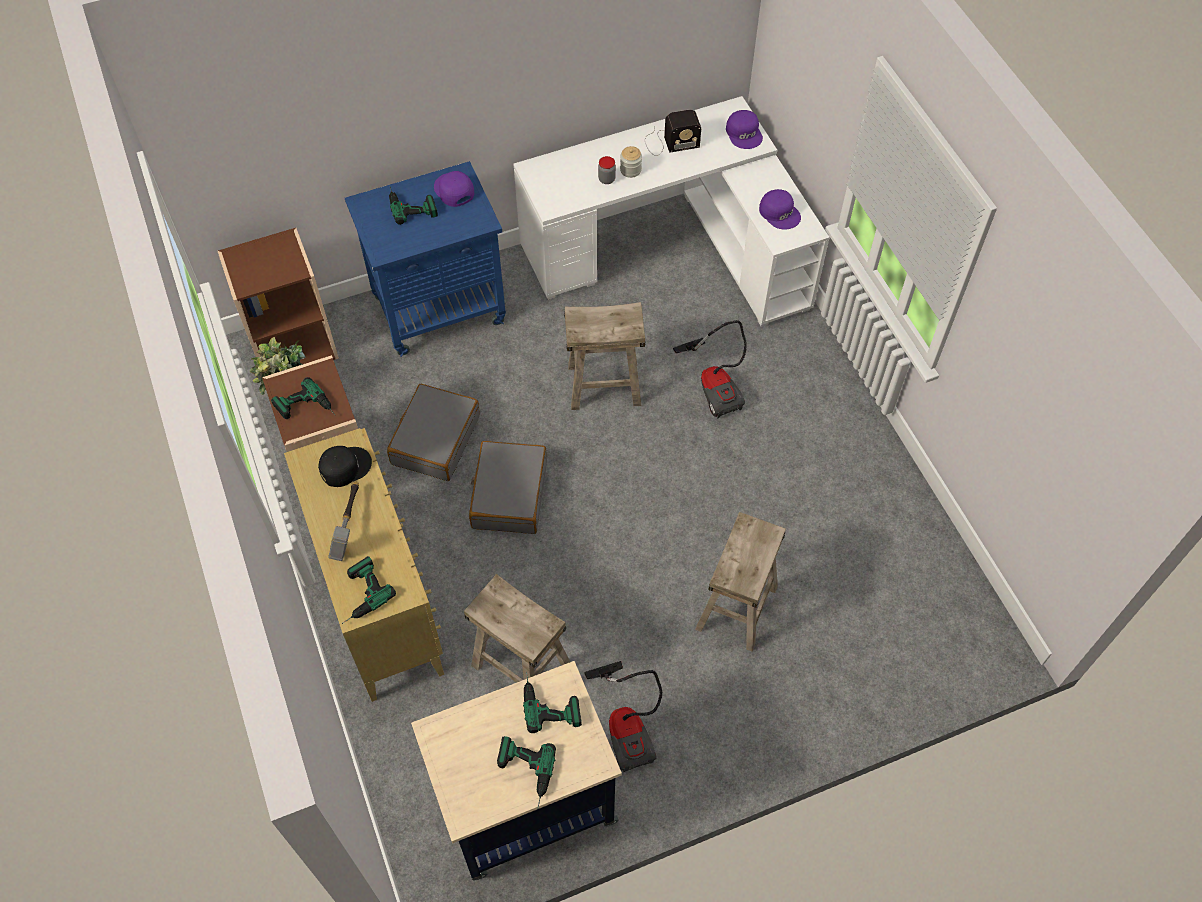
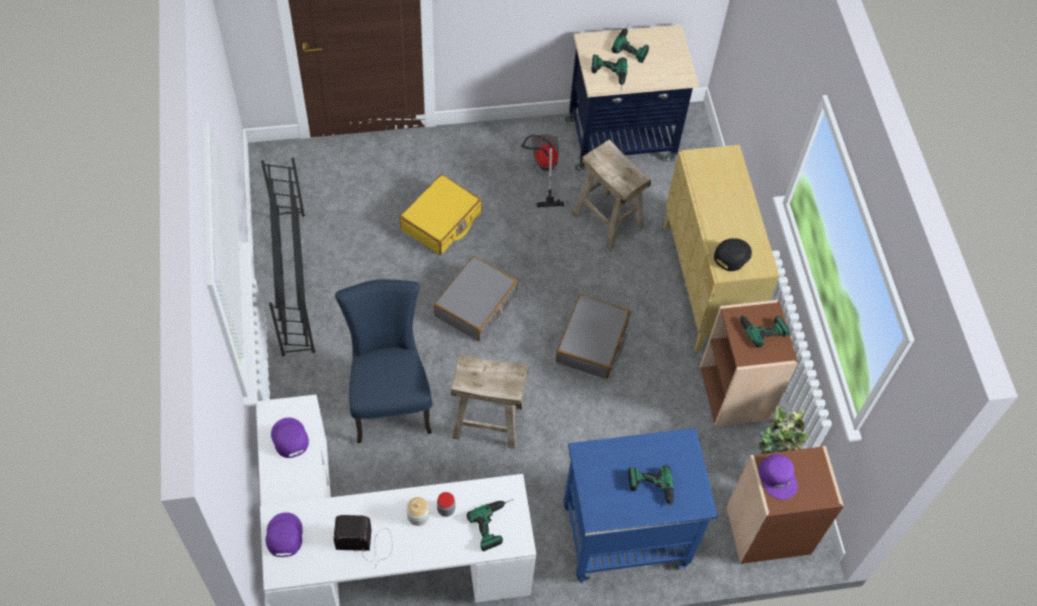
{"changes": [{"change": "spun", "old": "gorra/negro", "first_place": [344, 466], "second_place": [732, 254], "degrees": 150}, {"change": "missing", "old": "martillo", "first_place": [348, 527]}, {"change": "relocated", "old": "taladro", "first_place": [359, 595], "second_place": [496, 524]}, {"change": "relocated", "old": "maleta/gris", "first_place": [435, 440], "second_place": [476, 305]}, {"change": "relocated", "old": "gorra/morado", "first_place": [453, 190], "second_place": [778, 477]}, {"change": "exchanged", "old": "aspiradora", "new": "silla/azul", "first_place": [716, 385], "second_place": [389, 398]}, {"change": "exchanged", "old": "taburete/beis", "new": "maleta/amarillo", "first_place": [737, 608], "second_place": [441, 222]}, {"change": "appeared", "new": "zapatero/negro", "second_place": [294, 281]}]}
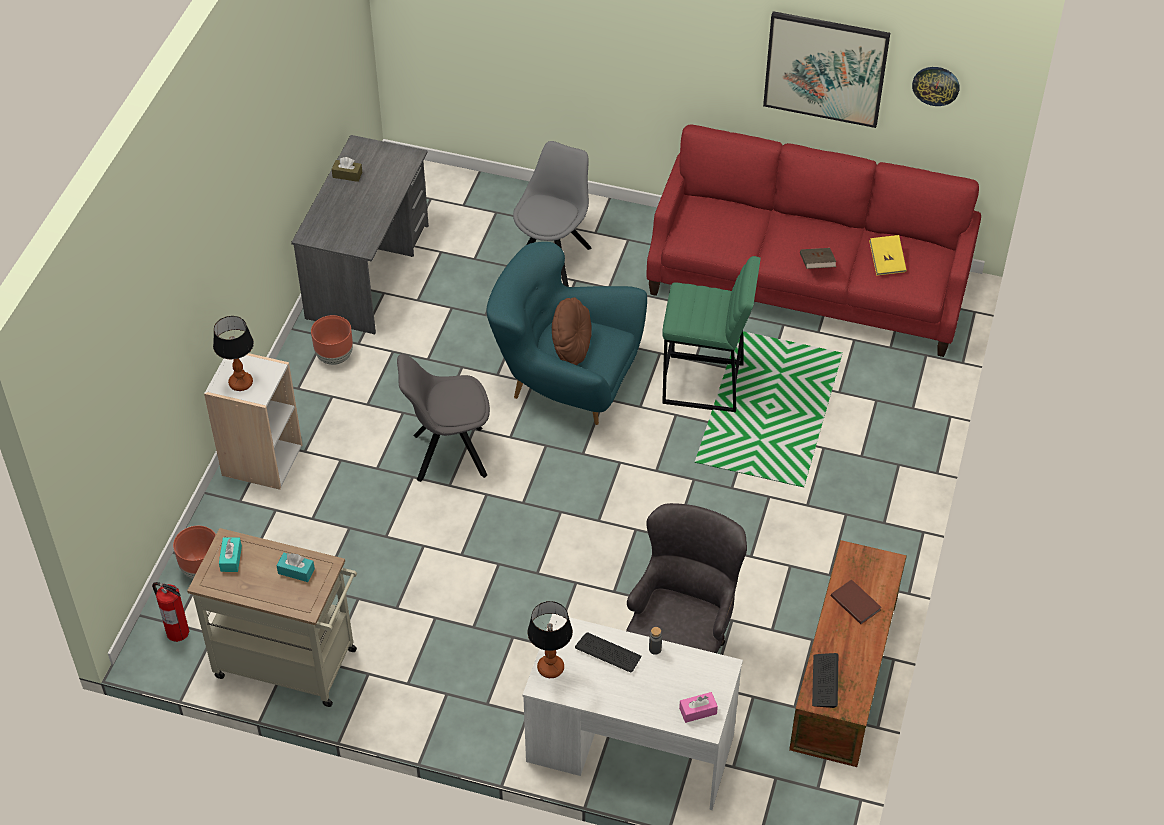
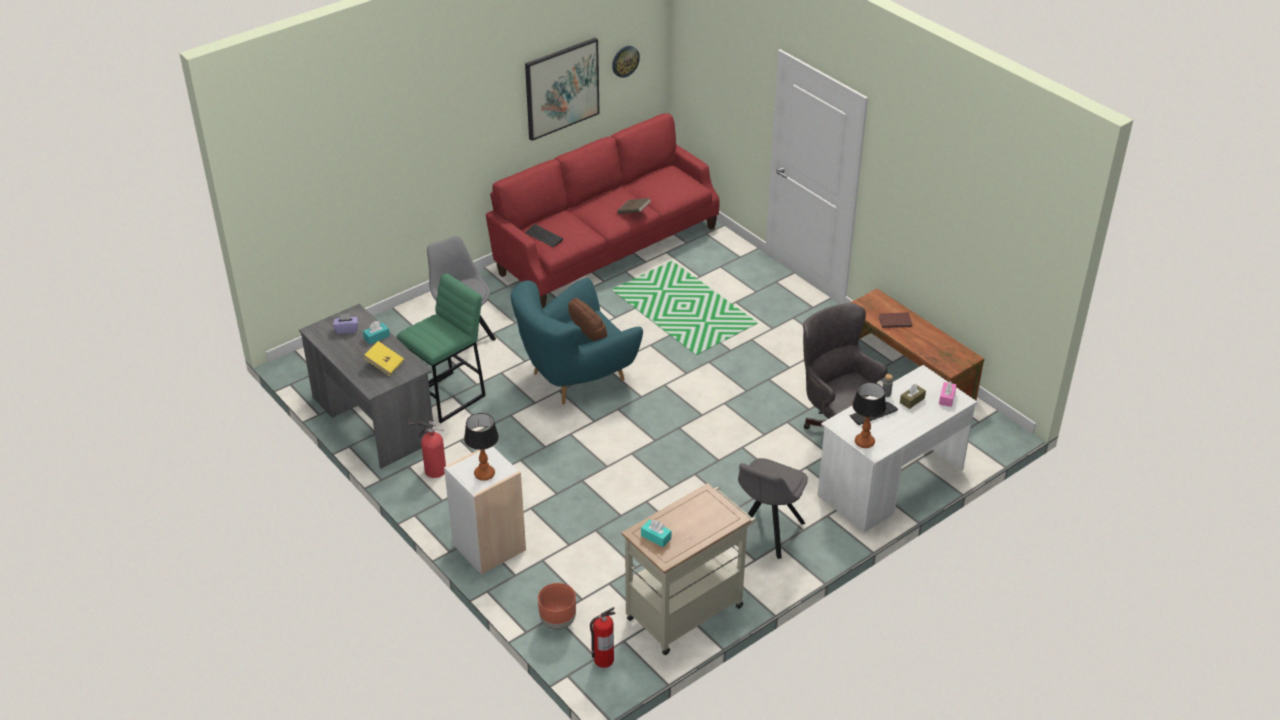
{"changes": [{"change": "relocated", "old": "caja de pañuelos/turquesa", "first_place": [296, 571], "second_place": [377, 337]}, {"change": "exchanged", "old": "maceta/marrón", "new": "extintor", "first_place": [334, 356], "second_place": [433, 470]}, {"change": "relocated", "old": "caja de pañuelos/marrón", "first_place": [347, 175], "second_place": [912, 400]}, {"change": "relocated", "old": "silla/gris", "first_place": [449, 455], "second_place": [767, 531]}, {"change": "relocated", "old": "taburete/verde", "first_place": [705, 384], "second_place": [447, 396]}, {"change": "relocated", "old": "teclado", "first_place": [825, 681], "second_place": [544, 236]}, {"change": "relocated", "old": "libro/amarillo", "first_place": [886, 262], "second_place": [384, 365]}, {"change": "appeared", "new": "caja de pañuelos/morado", "second_place": [346, 329]}]}
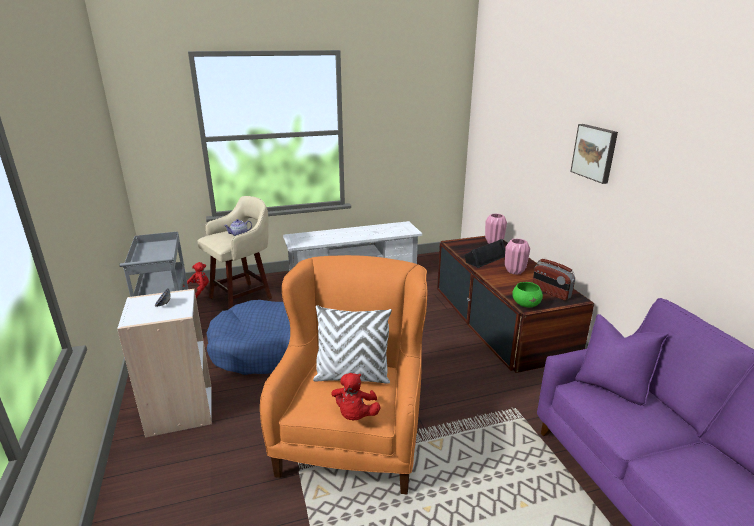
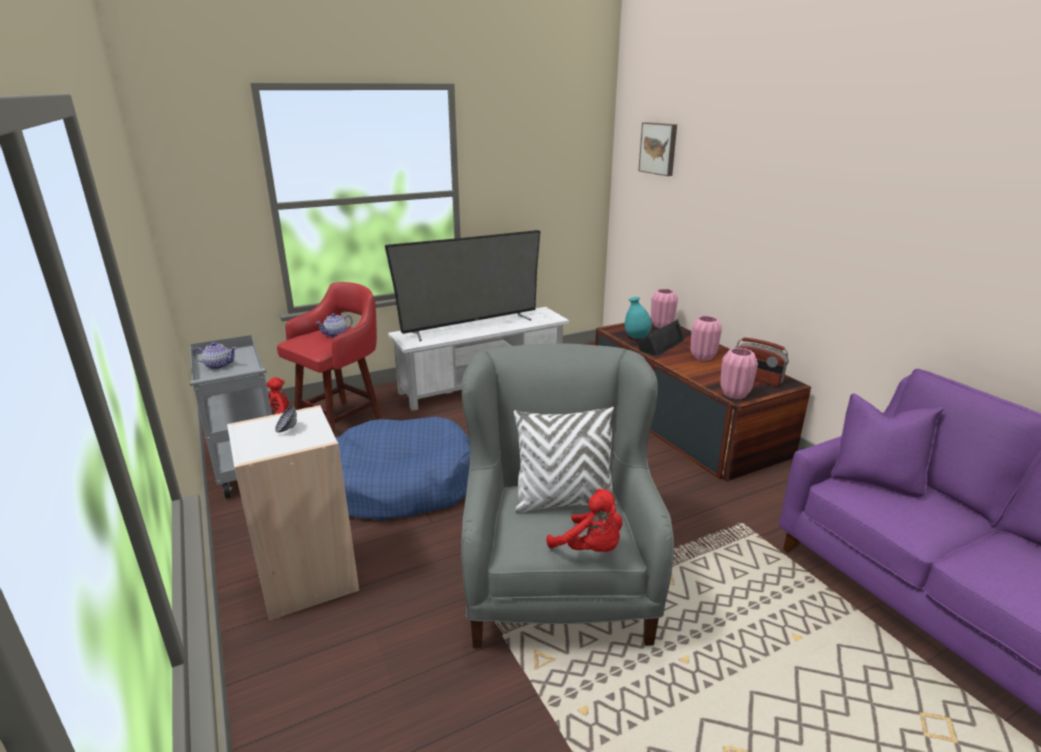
{"changes": [{"change": "colour", "old": "taburete/beis", "new": "taburete/rojo", "first_place": [243, 297], "second_place": [342, 420]}, {"change": "colour", "old": "sillón/naranja", "new": "sillón/gris", "first_place": [354, 433], "second_place": [556, 578]}, {"change": "spun", "old": "peluche/rojo", "first_place": [355, 415], "second_place": [590, 549], "degrees": -45}, {"change": "exchanged", "old": "cuenco/verde", "new": "florero/rosa", "first_place": [526, 304], "second_place": [734, 394]}, {"change": "relocated", "old": "cuadro", "first_place": [595, 152], "second_place": [659, 148]}, {"change": "appeared", "new": "tetera", "second_place": [218, 366]}, {"change": "appeared", "new": "televisor", "second_place": [471, 326]}, {"change": "appeared", "new": "florero/turquesa", "second_place": [636, 337]}]}
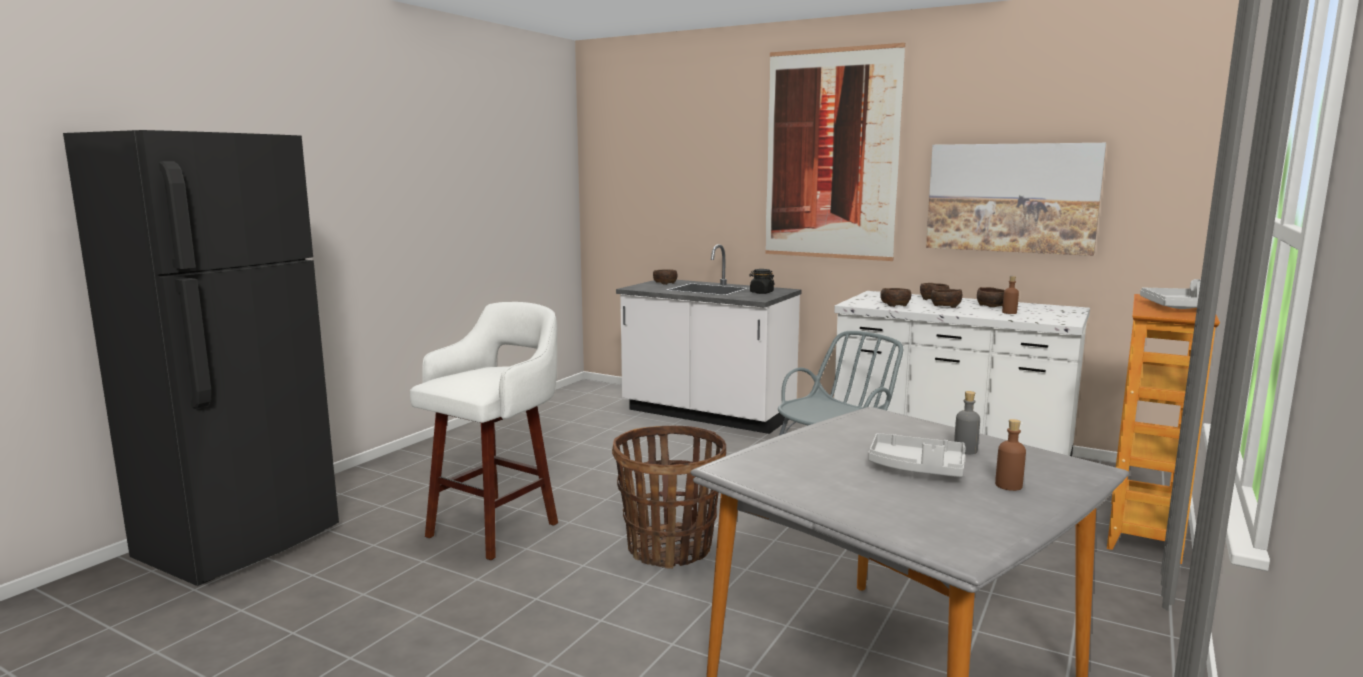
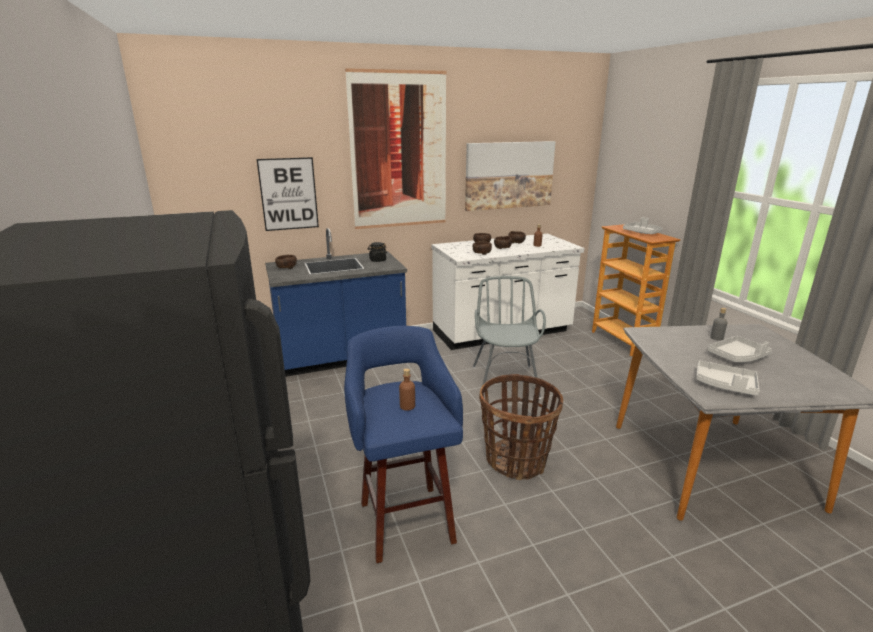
{"changes": [{"change": "colour", "old": "taburete/blanco", "new": "taburete/azul", "first_place": [497, 528], "second_place": [406, 518]}, {"change": "colour", "old": "mueble bajo de cocina/blanco", "new": "mueble bajo de cocina/azul", "first_place": [707, 414], "second_place": [342, 358]}, {"change": "relocated", "old": "botella/marrón", "first_place": [1008, 485], "second_place": [407, 406]}, {"change": "appeared", "new": "cuadro", "second_place": [288, 194]}, {"change": "appeared", "new": "bandeja/gris", "second_place": [725, 385]}]}
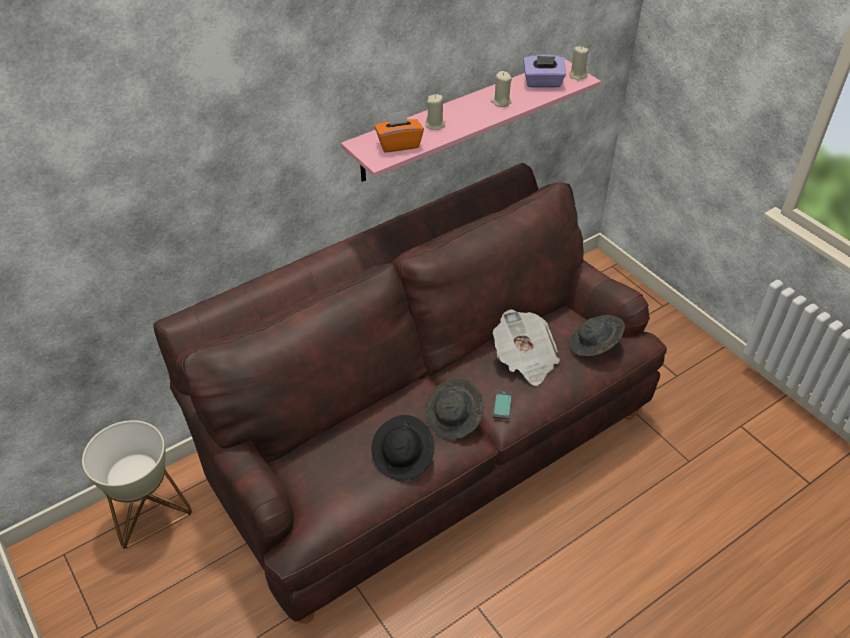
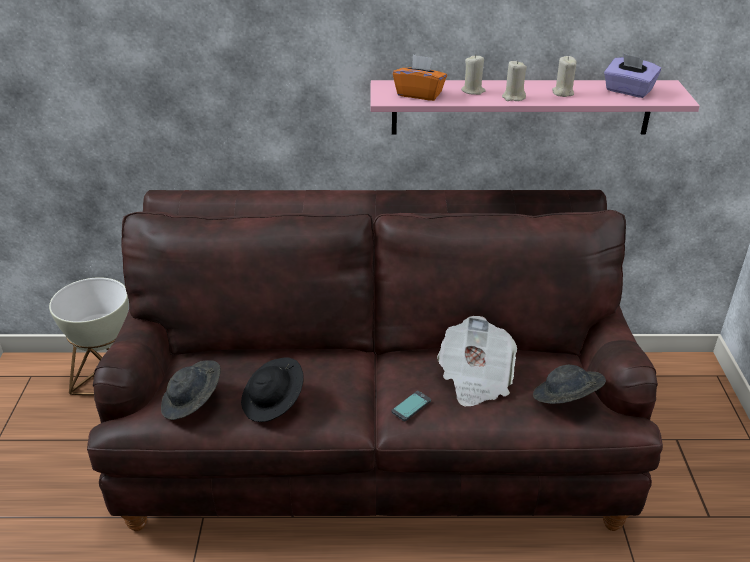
{"changes": [{"change": "relocated", "old": "sombrero/gris", "first_place": [454, 418], "second_place": [193, 403]}, {"change": "relocated", "old": "vela/beis", "first_place": [577, 75], "second_place": [513, 97]}]}
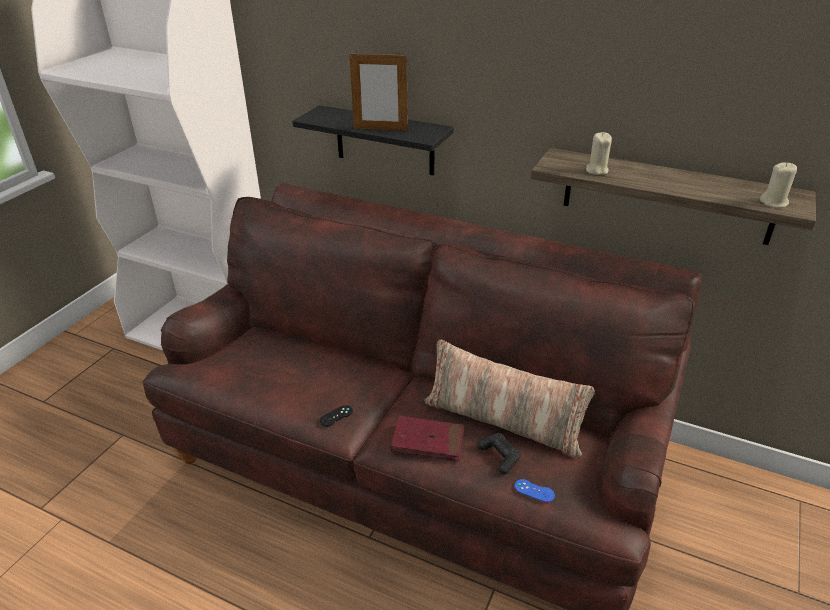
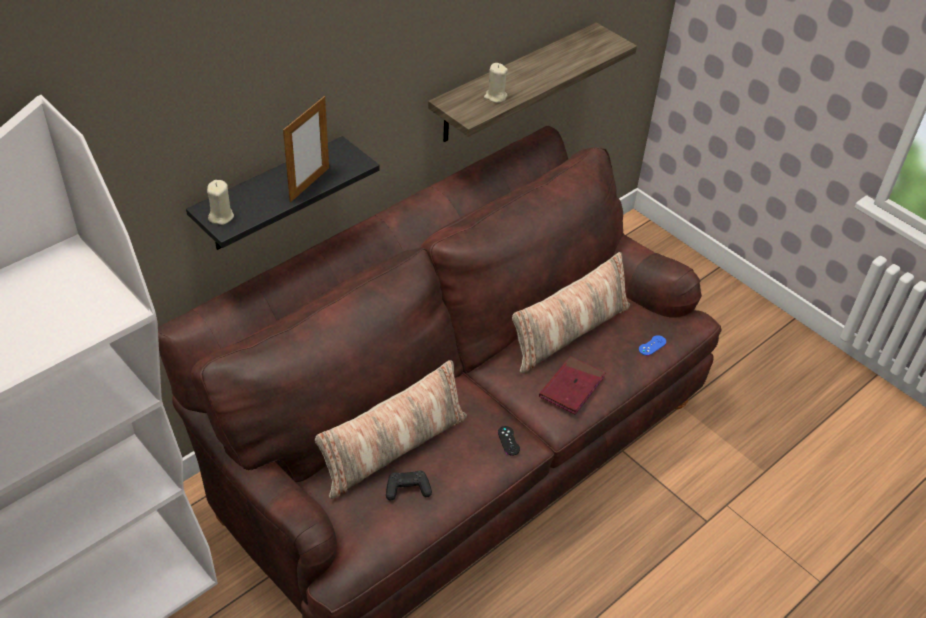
{"changes": [{"change": "relocated", "old": "mando de consola/negro", "first_place": [499, 456], "second_place": [408, 489]}, {"change": "relocated", "old": "vela/beis", "first_place": [774, 202], "second_place": [221, 216]}, {"change": "appeared", "new": "cojín", "second_place": [393, 448]}]}
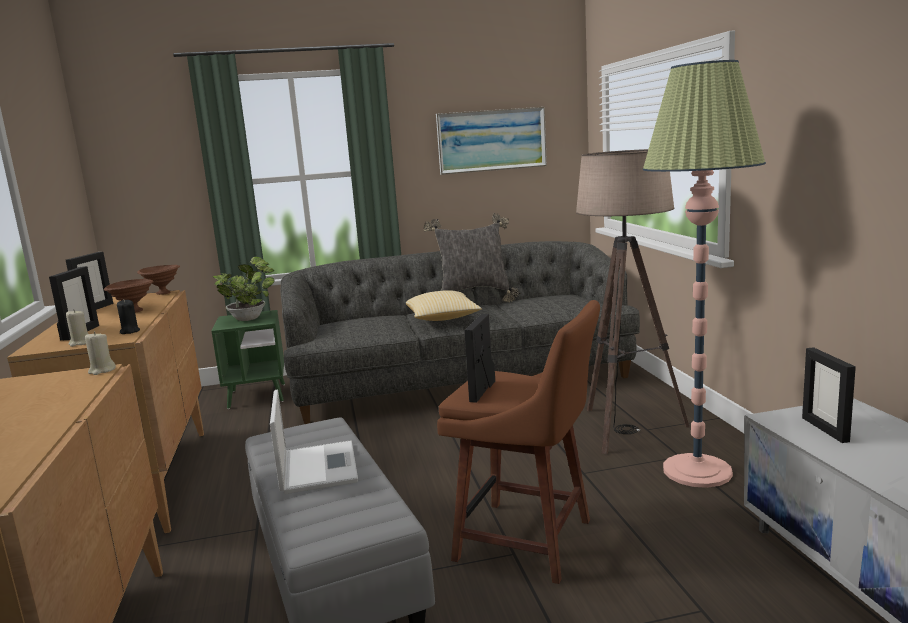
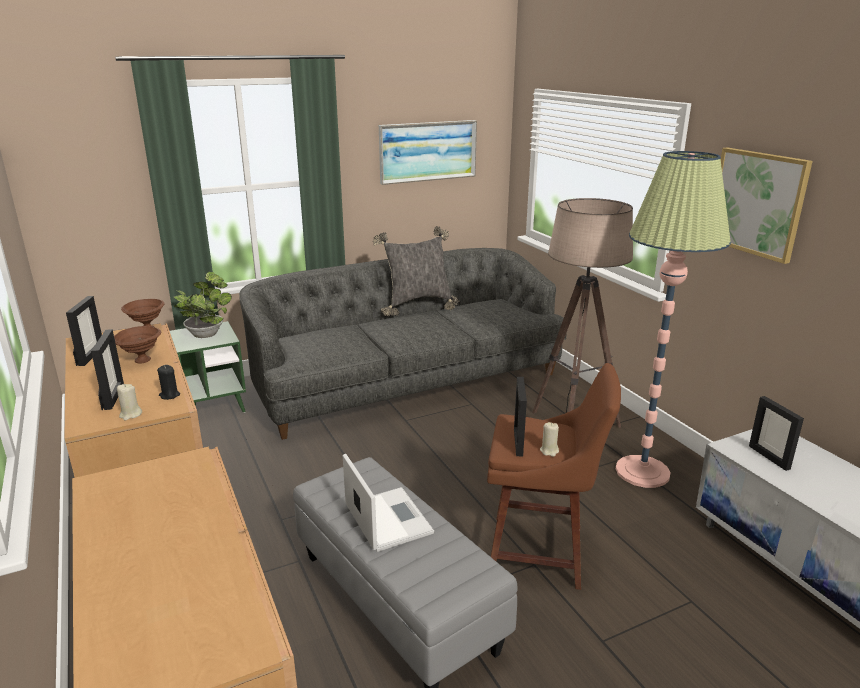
{"changes": [{"change": "relocated", "old": "vela/beis", "first_place": [102, 370], "second_place": [549, 451]}, {"change": "missing", "old": "cojín", "first_place": [442, 319]}, {"change": "appeared", "new": "cuadro", "second_place": [757, 203]}]}
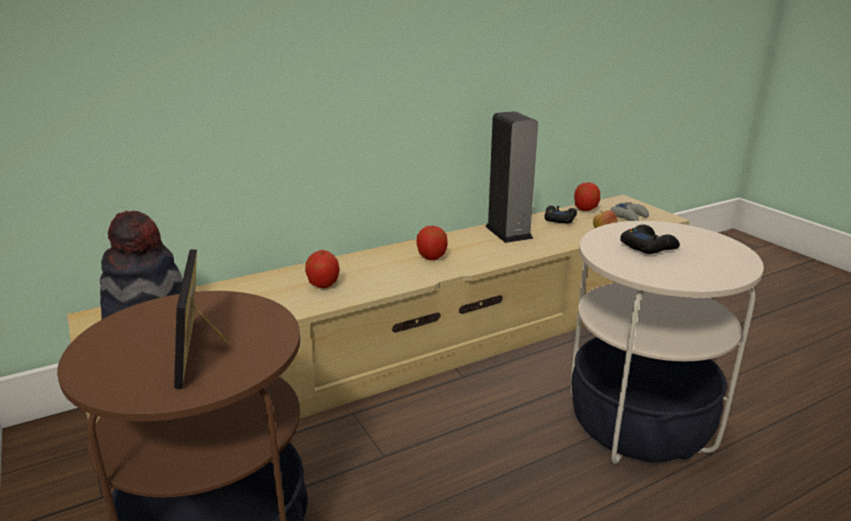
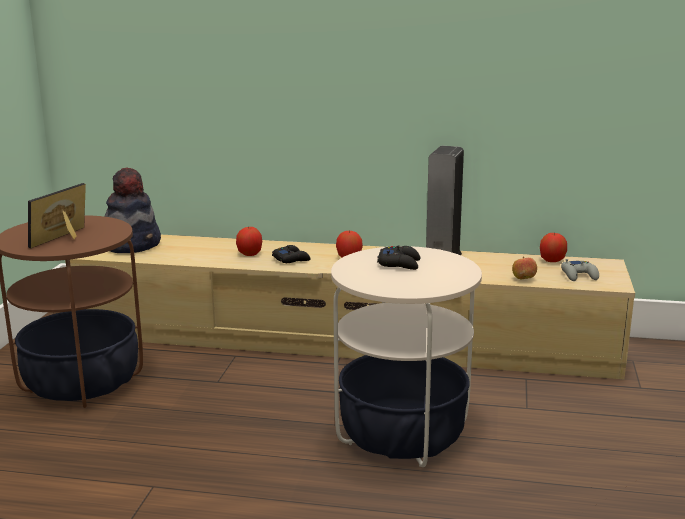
{"changes": [{"change": "relocated", "old": "mando de consola/negro", "first_place": [559, 219], "second_place": [291, 259]}]}
